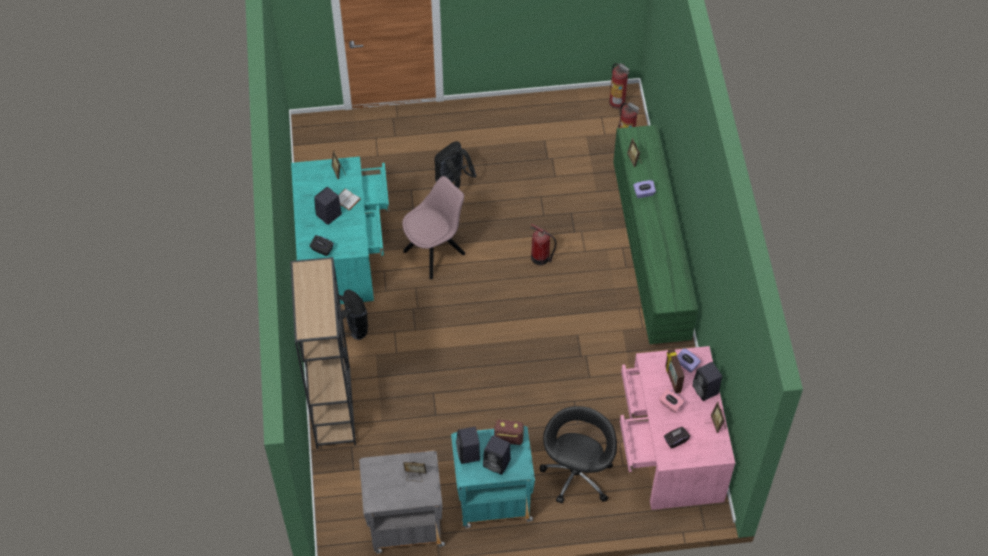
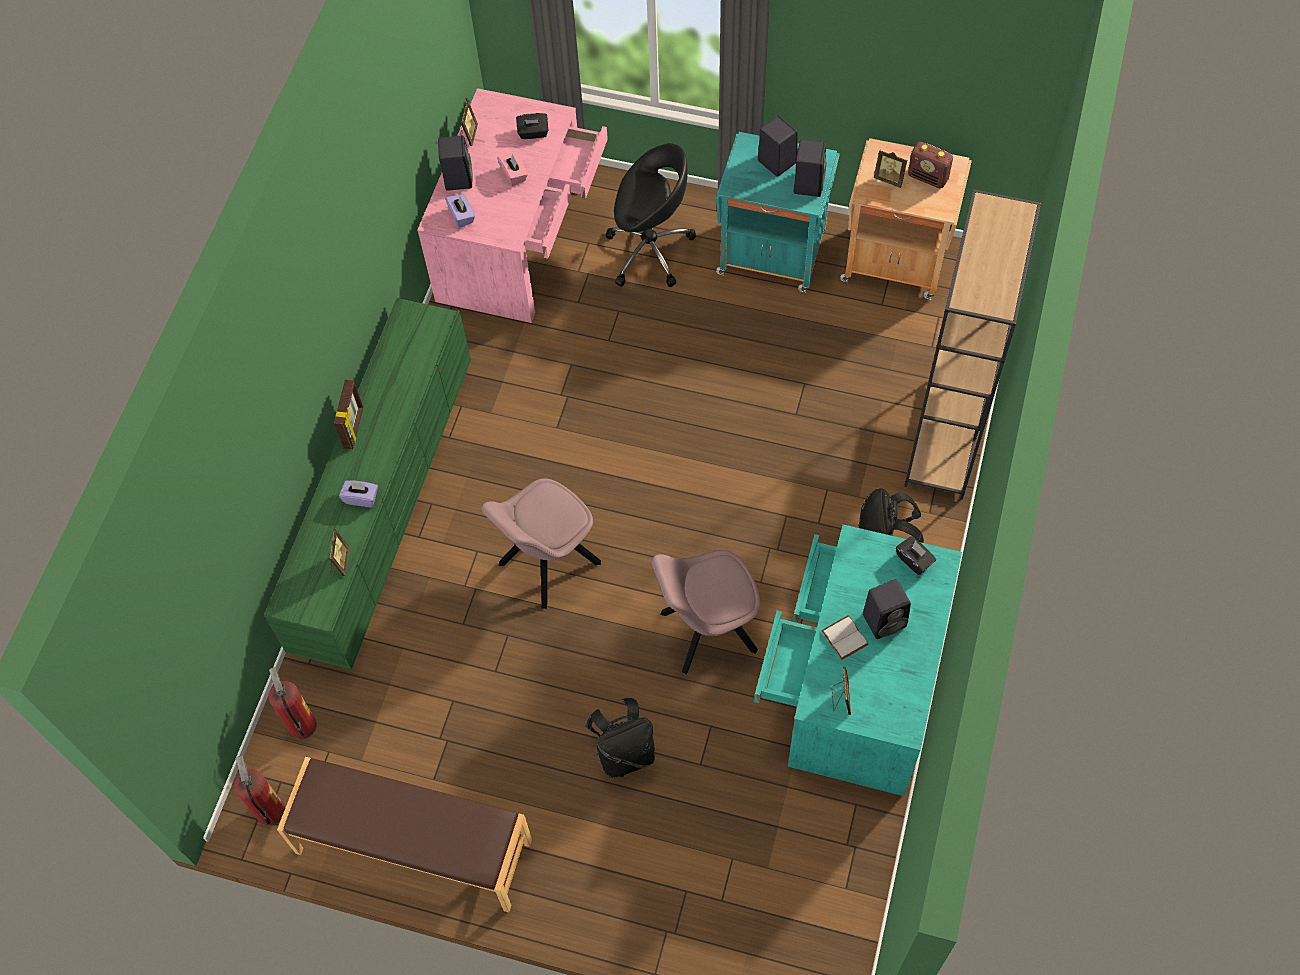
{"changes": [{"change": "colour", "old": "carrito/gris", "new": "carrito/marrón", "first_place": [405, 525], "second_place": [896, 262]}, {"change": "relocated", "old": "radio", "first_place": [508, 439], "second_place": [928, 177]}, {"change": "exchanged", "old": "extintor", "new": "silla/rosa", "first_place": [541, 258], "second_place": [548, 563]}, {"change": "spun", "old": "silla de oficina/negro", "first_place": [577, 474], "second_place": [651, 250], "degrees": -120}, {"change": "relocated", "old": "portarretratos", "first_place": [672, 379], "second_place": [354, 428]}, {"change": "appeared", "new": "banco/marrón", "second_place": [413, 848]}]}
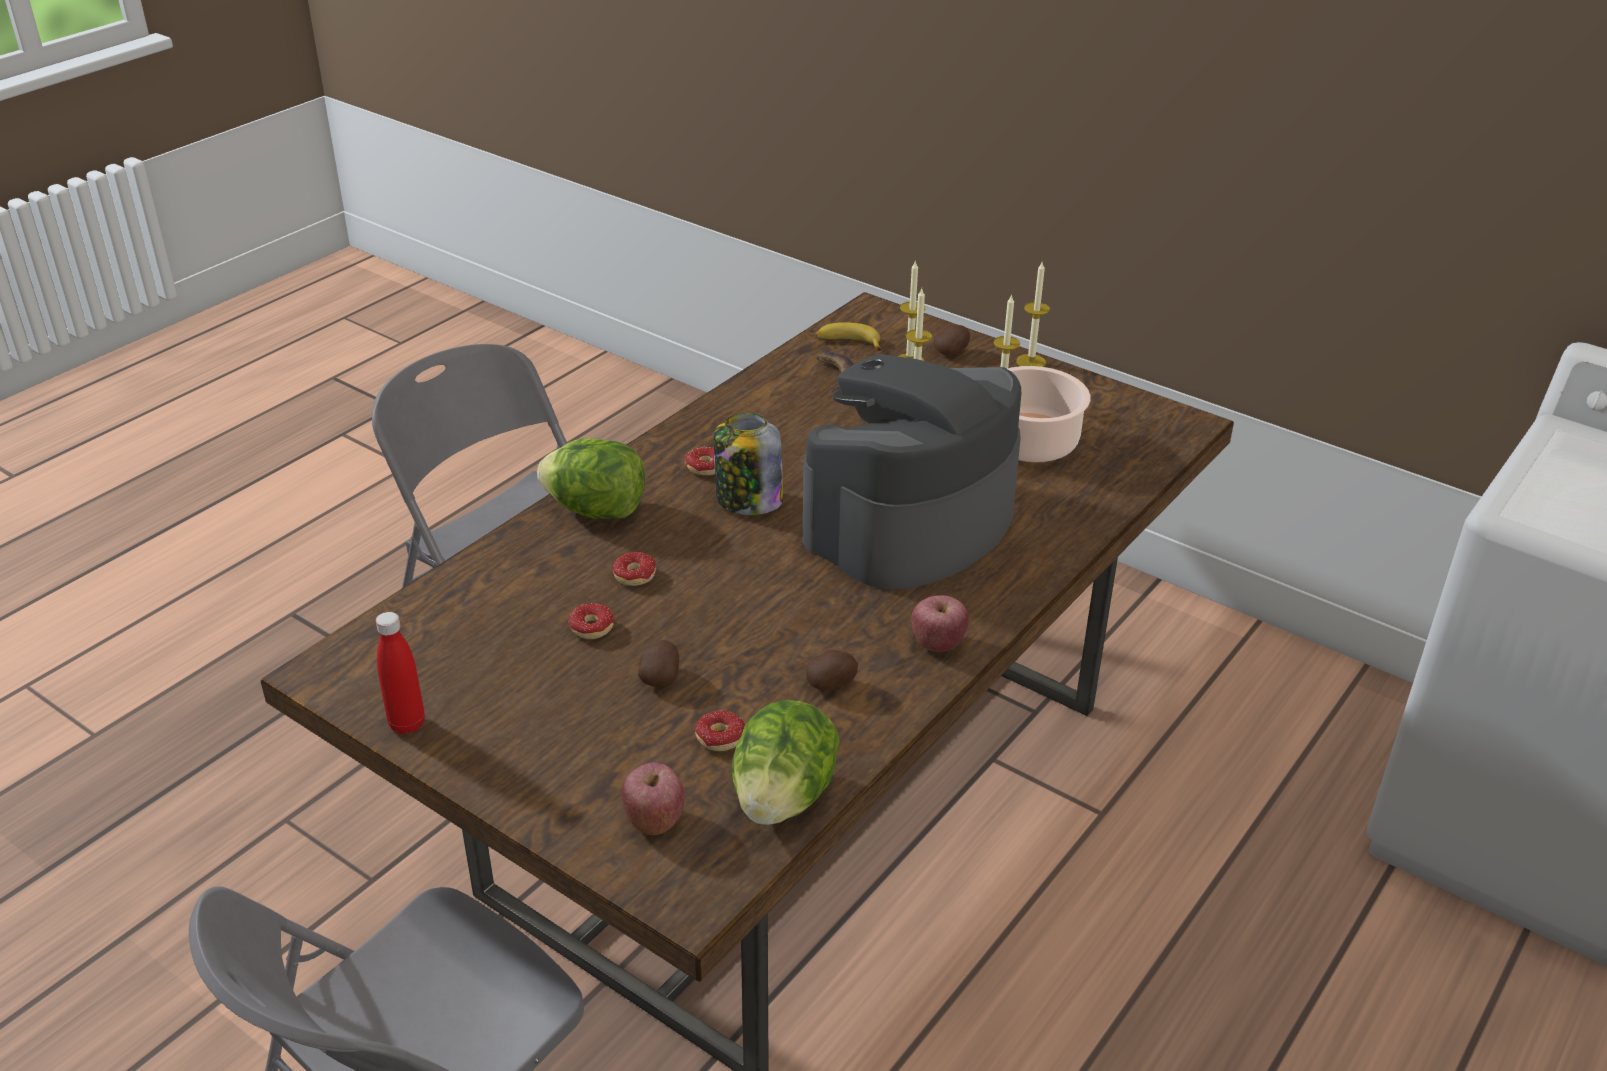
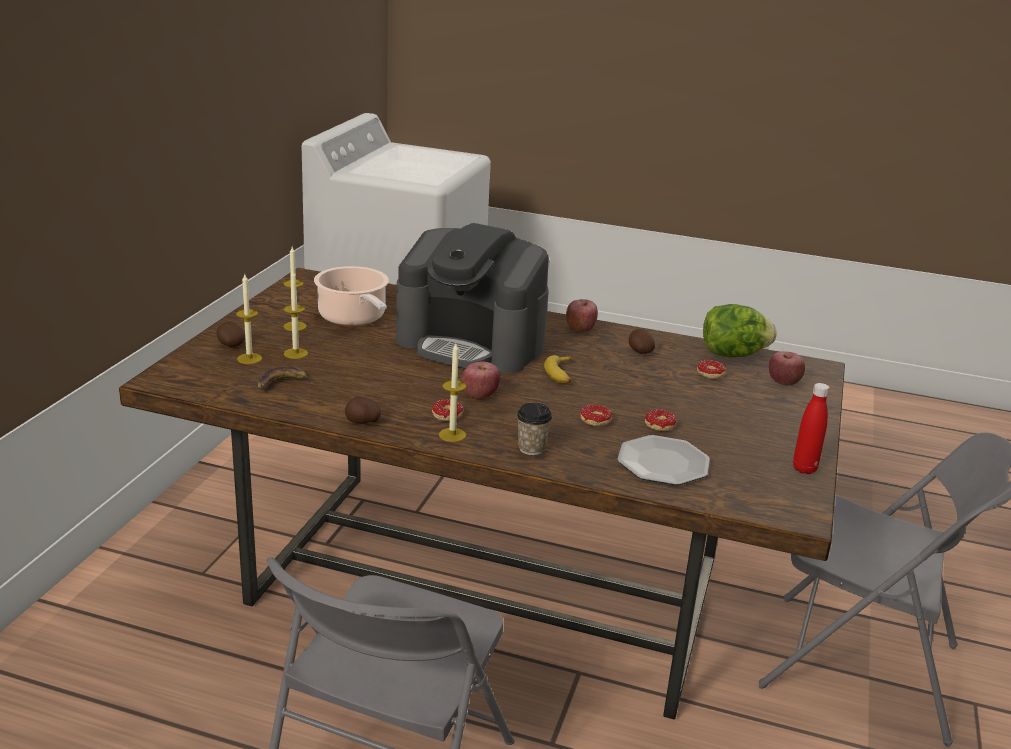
{"changes": [{"change": "exchanged", "old": "lechuga", "new": "taza", "first_place": [596, 510], "second_place": [531, 448]}, {"change": "relocated", "old": "patata", "first_place": [661, 677], "second_place": [363, 422]}, {"change": "exchanged", "old": "tarro", "new": "manzana", "first_place": [748, 501], "second_place": [480, 395]}, {"change": "relocated", "old": "plátano", "first_place": [848, 343], "second_place": [561, 374]}, {"change": "relocated", "old": "vela", "first_place": [1031, 362], "second_place": [452, 435]}, {"change": "appeared", "new": "plato", "second_place": [663, 463]}]}
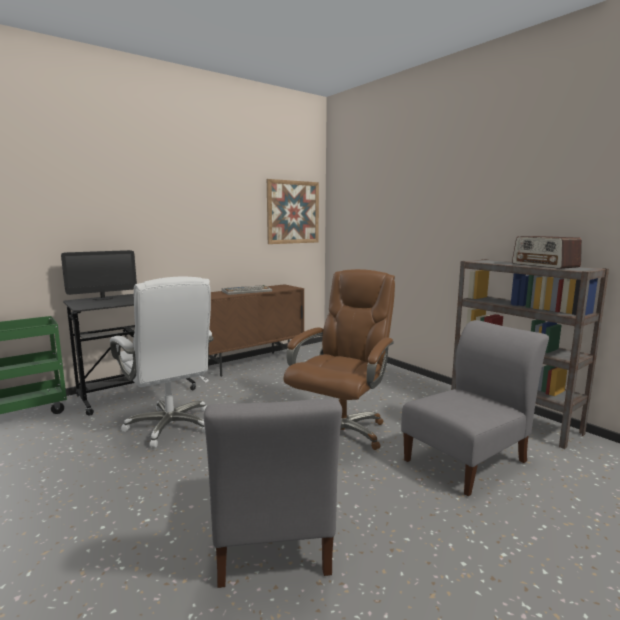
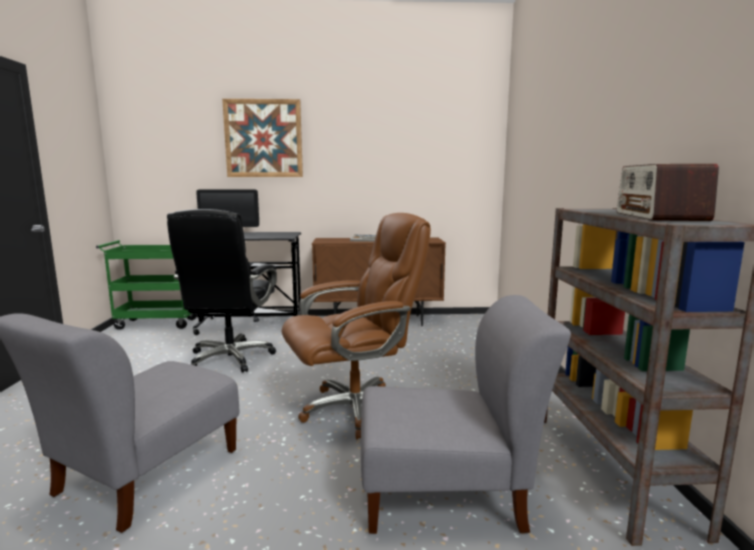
{"changes": [{"change": "colour", "old": "silla de oficina/blanco", "new": "silla de oficina/negro", "first_place": [169, 424], "second_place": [231, 357]}, {"change": "relocated", "old": "cuadro", "first_place": [293, 212], "second_place": [263, 138]}]}
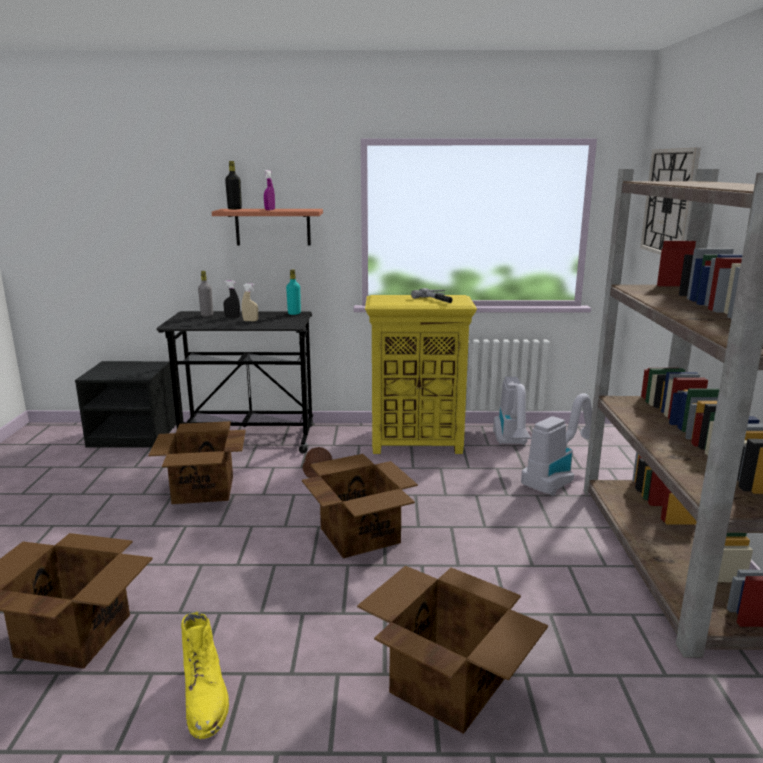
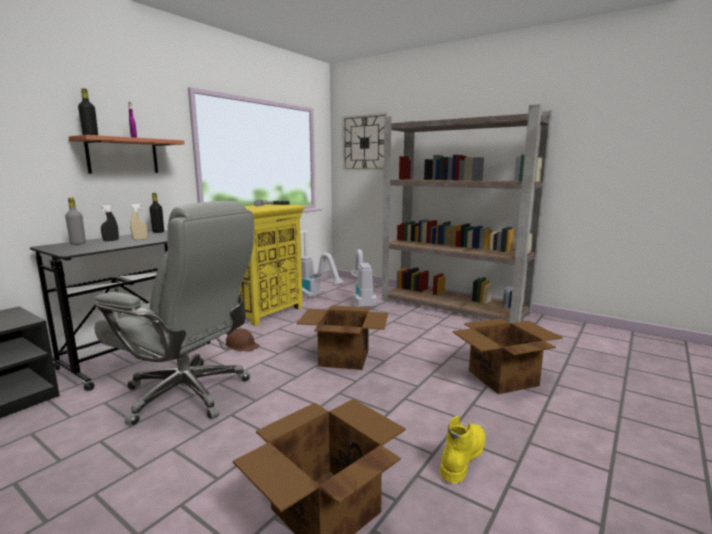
{"changes": [{"change": "exchanged", "old": "caja de cartón", "new": "silla de oficina/gris", "first_place": [203, 490], "second_place": [186, 393]}, {"change": "spun", "old": "bota/amarillo", "first_place": [206, 697], "second_place": [462, 456], "degrees": -75}, {"change": "colour", "old": "botella/turquesa", "new": "botella/negro", "first_place": [294, 313], "second_place": [158, 232]}]}
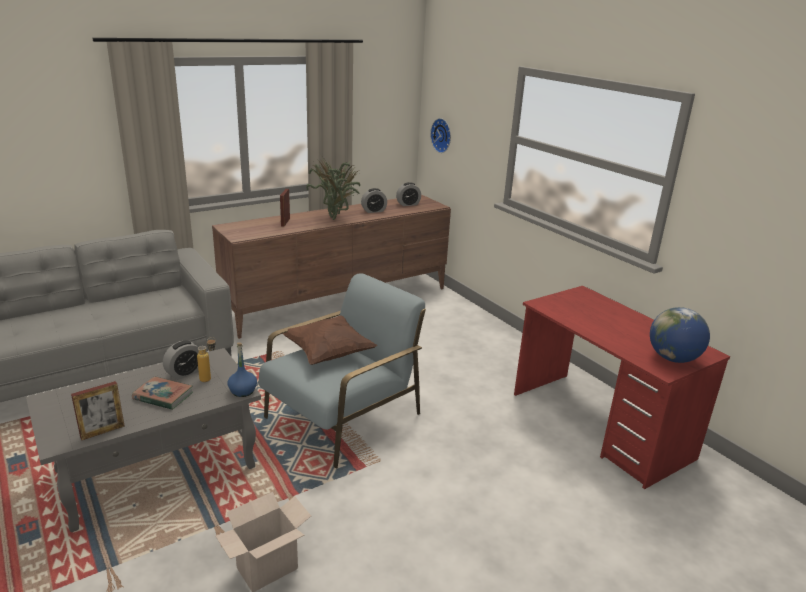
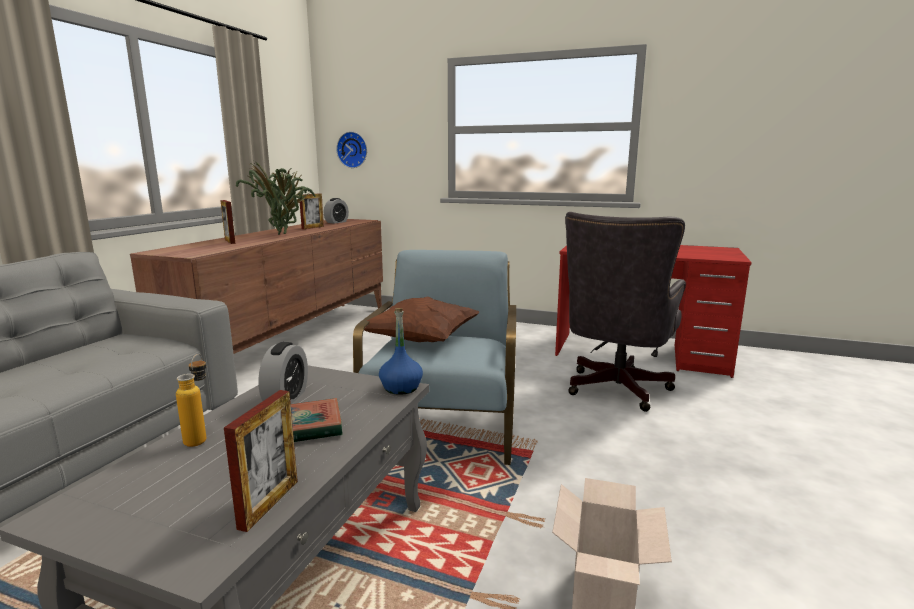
{"changes": [{"change": "relocated", "old": "botella", "first_place": [209, 378], "second_place": [200, 437]}, {"change": "exchanged", "old": "despertador", "new": "portarretratos", "first_place": [373, 211], "second_place": [312, 227]}, {"change": "missing", "old": "globo terráqueo", "first_place": [673, 358]}, {"change": "appeared", "new": "silla de oficina/gris", "second_place": [616, 390]}]}
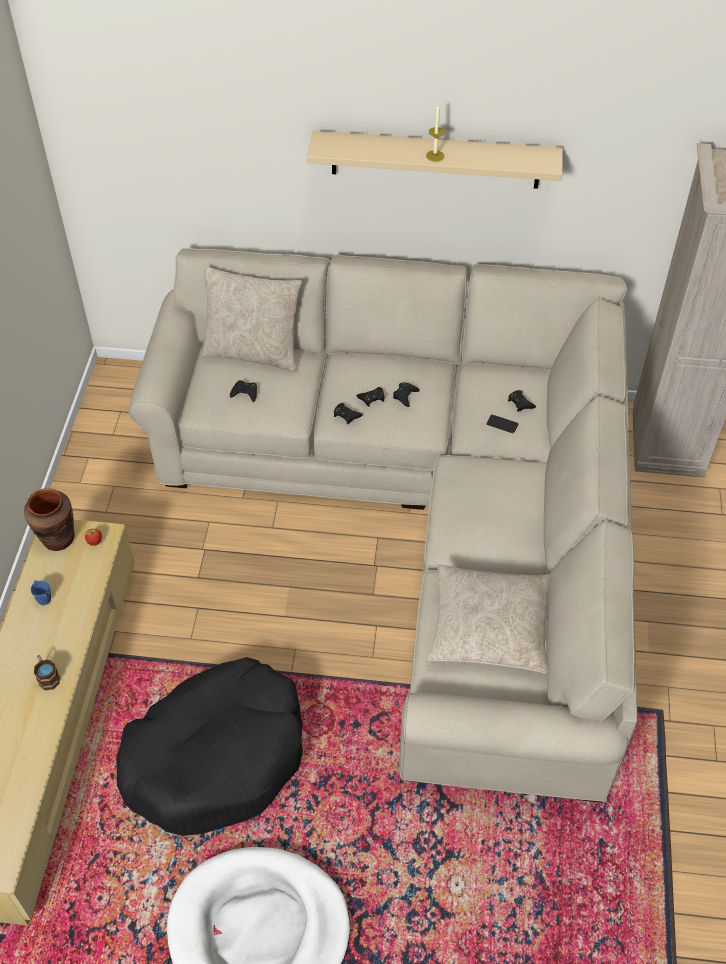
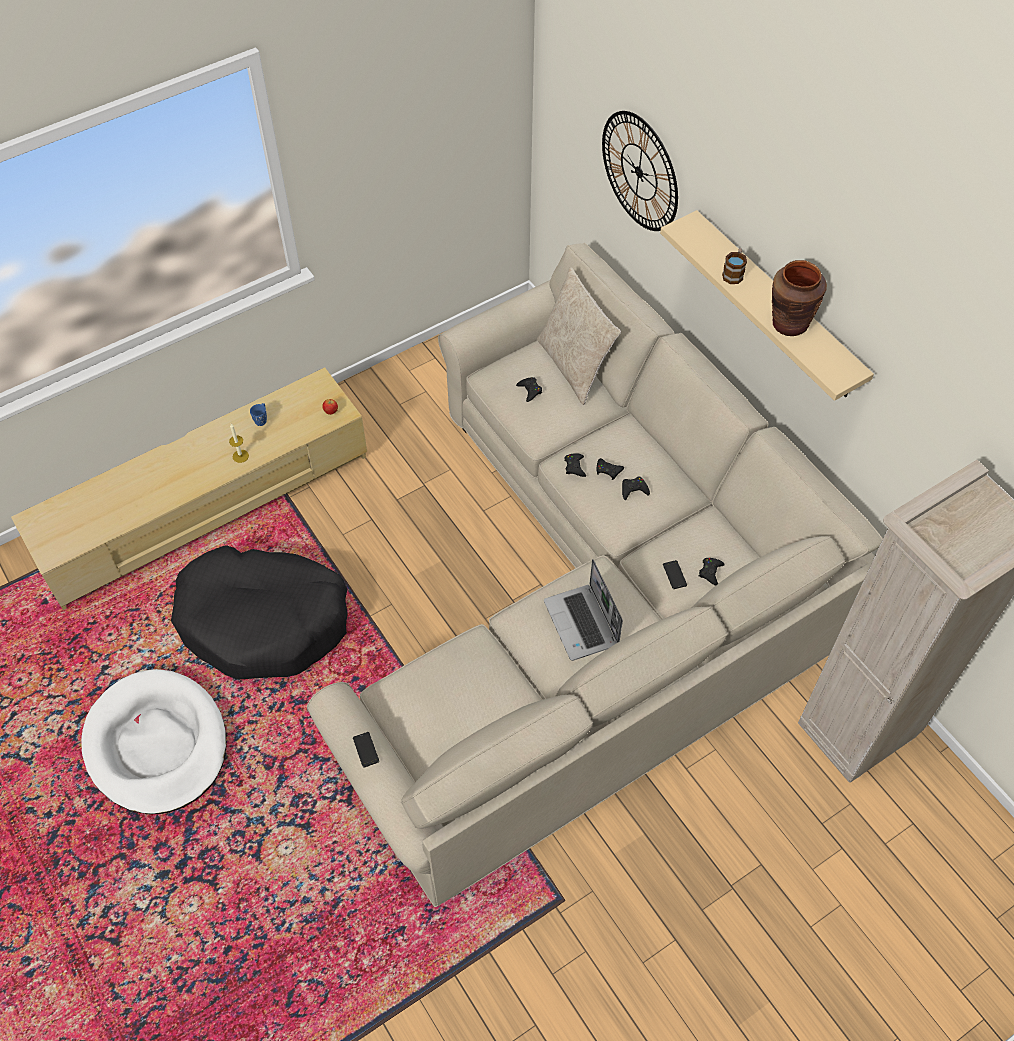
{"changes": [{"change": "relocated", "old": "florero/marrón", "first_place": [58, 539], "second_place": [789, 323]}, {"change": "relocated", "old": "taza grande", "first_place": [47, 677], "second_place": [733, 273]}, {"change": "relocated", "old": "vela", "first_place": [435, 156], "second_place": [240, 456]}, {"change": "missing", "old": "cojín/beis", "first_place": [489, 627]}, {"change": "appeared", "new": "móvil", "second_place": [366, 749]}, {"change": "appeared", "new": "portátil", "second_place": [582, 623]}, {"change": "appeared", "new": "reloj de pared", "second_place": [639, 171]}]}
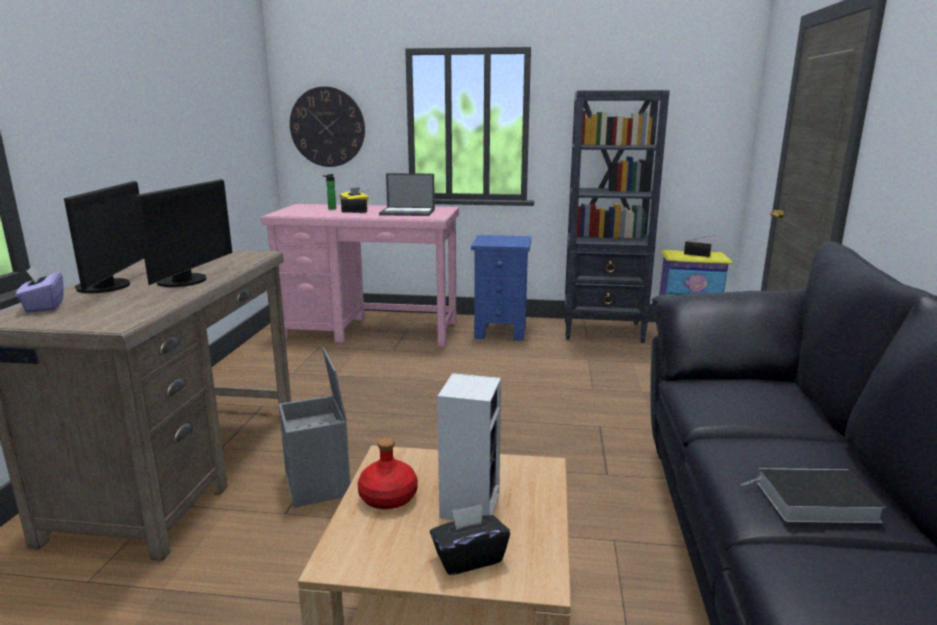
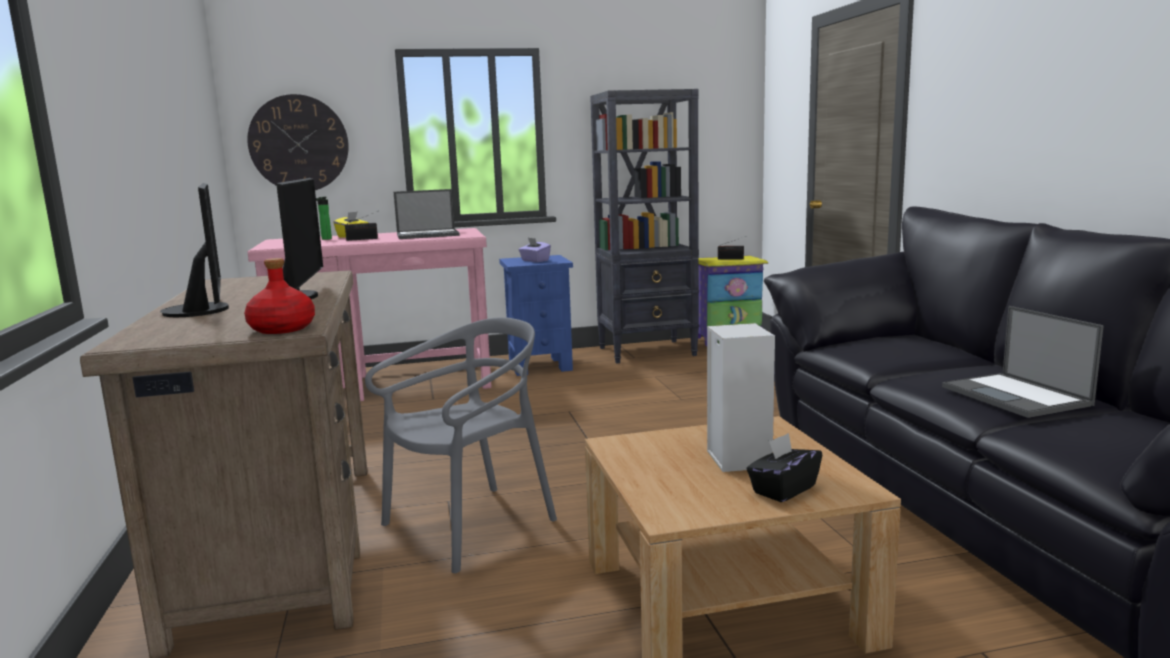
{"changes": [{"change": "relocated", "old": "caja de pañuelos/morado", "first_place": [44, 306], "second_place": [535, 261]}, {"change": "exchanged", "old": "caja de almacenaje/gris", "new": "silla/gris", "first_place": [319, 485], "second_place": [470, 526]}, {"change": "relocated", "old": "botella/rojo", "first_place": [388, 498], "second_place": [282, 329]}, {"change": "exchanged", "old": "libro", "new": "portátil", "first_place": [813, 502], "second_place": [1017, 396]}]}
